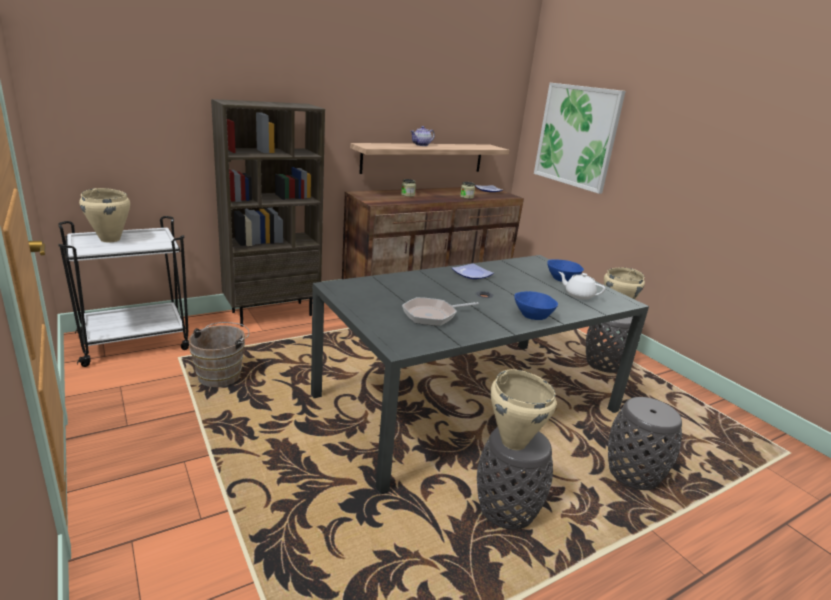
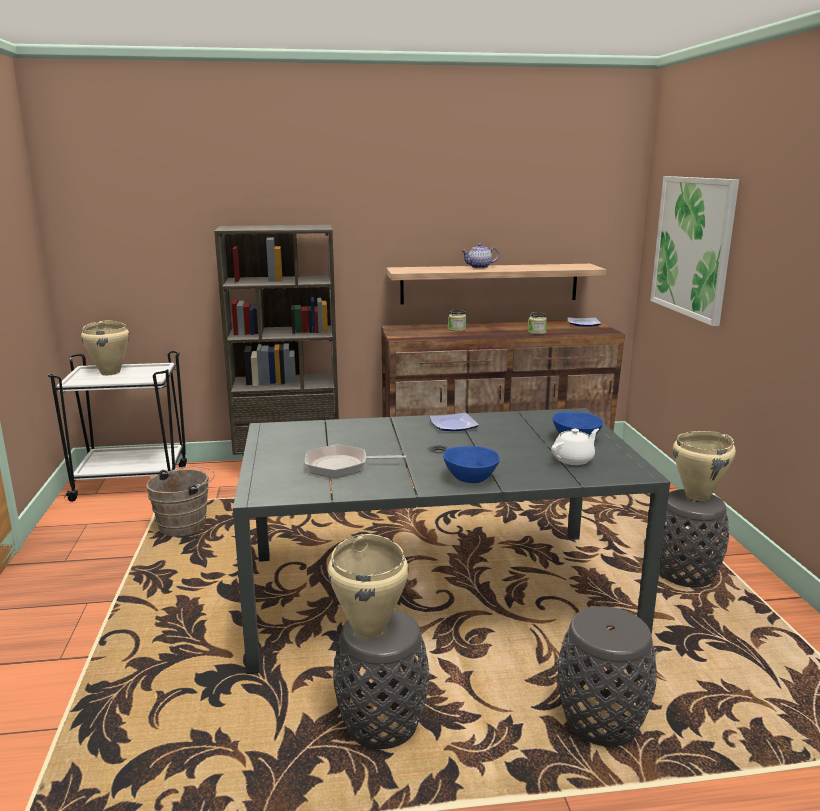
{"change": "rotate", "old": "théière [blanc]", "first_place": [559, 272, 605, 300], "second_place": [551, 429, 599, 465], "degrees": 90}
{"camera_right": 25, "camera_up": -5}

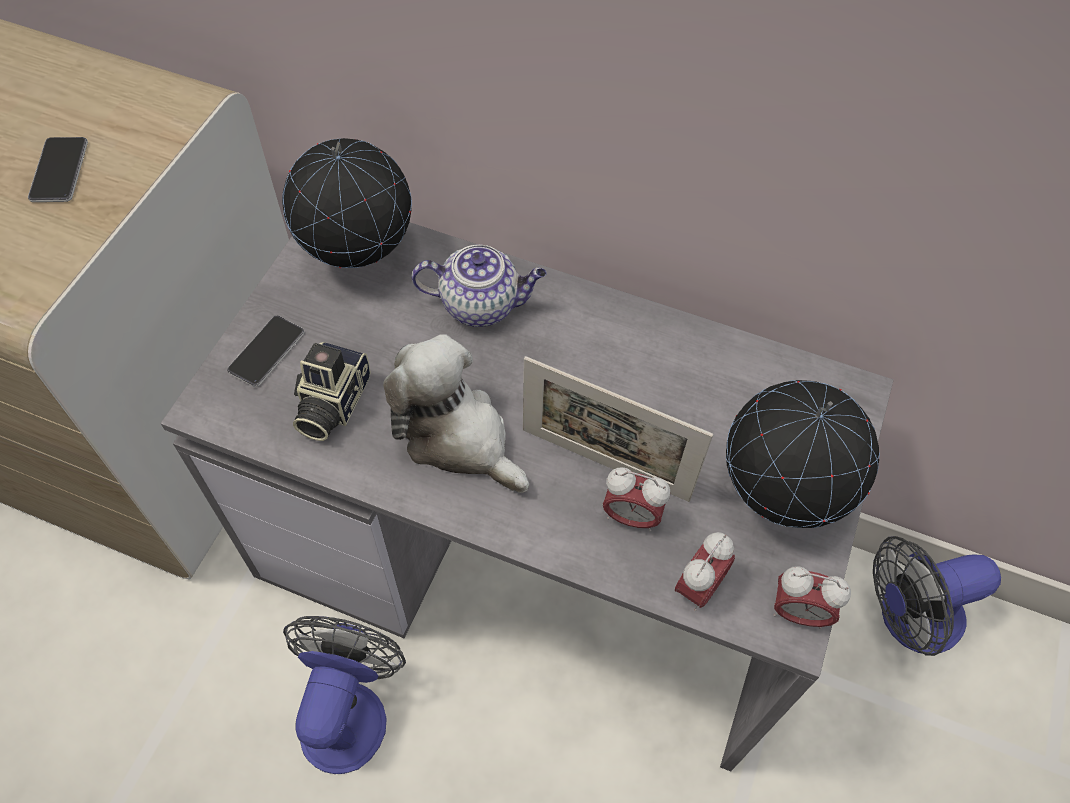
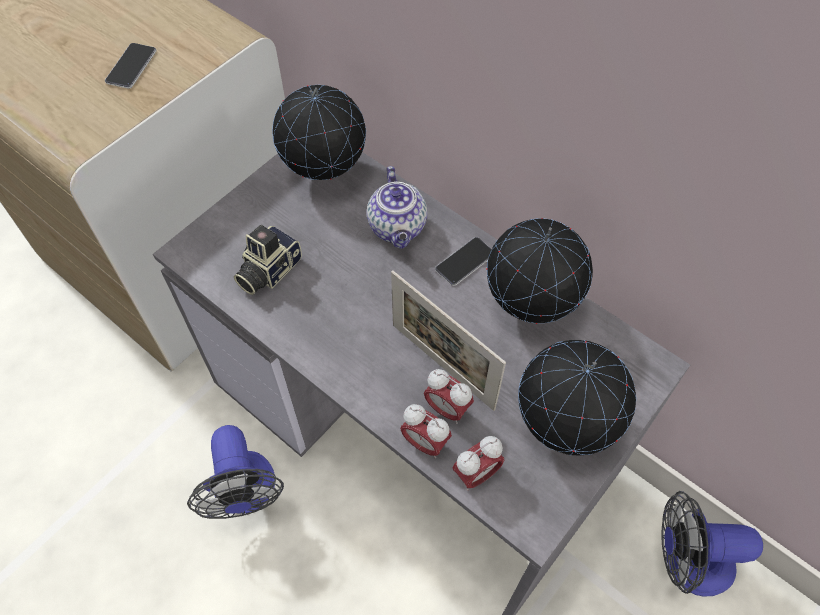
{"change": "rotate", "old": "théière", "first_place": [412, 245, 546, 327], "second_place": [367, 166, 427, 249], "degrees": 60}
{"change": "move", "old": "téléphone", "first_place": [227, 315, 305, 387], "second_place": [435, 237, 492, 286]}
{"change": "delete", "old": "peluche", "first_place": [383, 334, 529, 493]}
{"change": "move", "old": "réveil", "first_place": [773, 566, 851, 629], "second_place": [400, 404, 452, 459]}
{"change": "rotate", "old": "ventilateur", "first_place": [283, 616, 406, 774], "second_place": [187, 425, 284, 519], "degrees": 135}
{"change": "insert", "new": "globe", "second_place": [486, 218, 593, 324]}
{"camera_right": 20, "camera_up": 0}

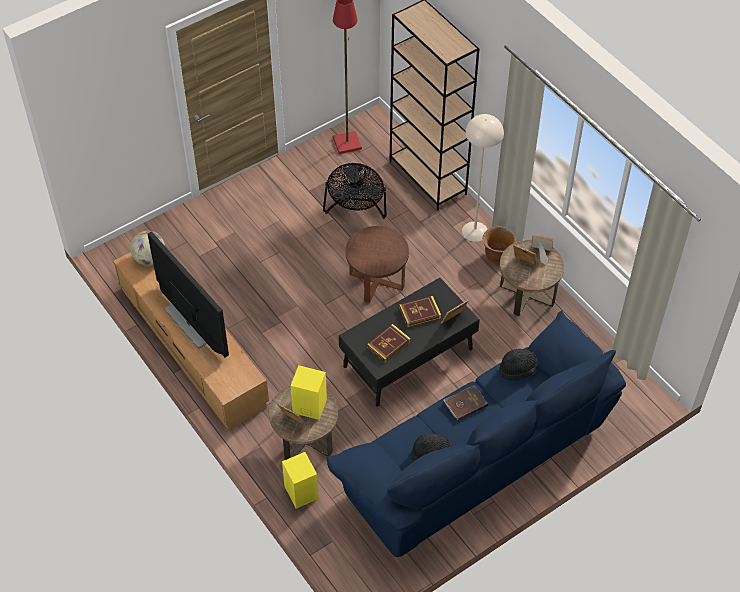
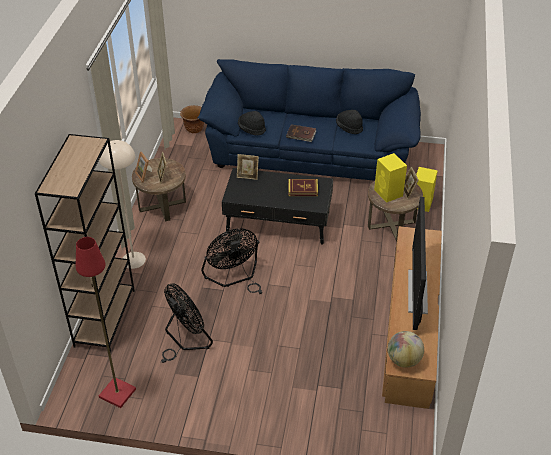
{"change": "replace", "old": "table d'appoint [marron]", "new": "ventilateur [noir]", "first_place": [345, 226, 409, 303], "second_place": [201, 228, 262, 294]}
{"change": "move", "old": "cache-pot [marron]", "first_place": [482, 226, 516, 264], "second_place": [180, 105, 204, 133]}
{"change": "delete", "old": "livre", "first_place": [399, 296, 441, 327]}
{"camera_right": -135, "camera_up": -10}

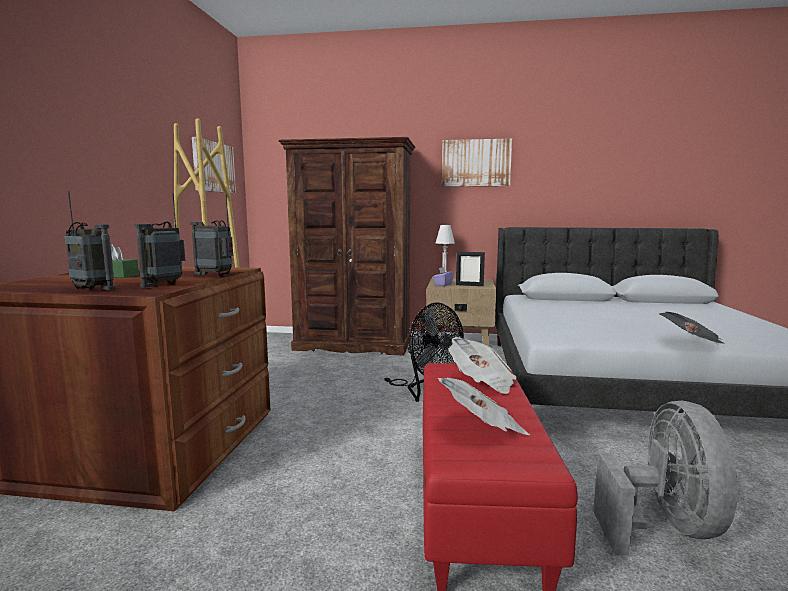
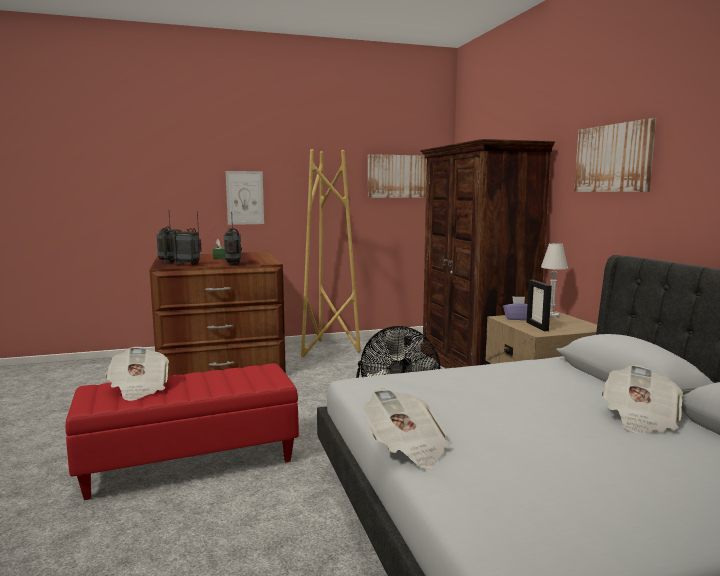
{"change": "move", "old": "journal", "first_place": [448, 337, 517, 394], "second_place": [602, 365, 683, 433]}
{"change": "delete", "old": "ventilateur [gris]", "first_place": [593, 401, 738, 556]}
{"change": "insert", "new": "tableau", "second_place": [226, 171, 264, 225]}
{"camera_right": 65, "camera_up": 0}

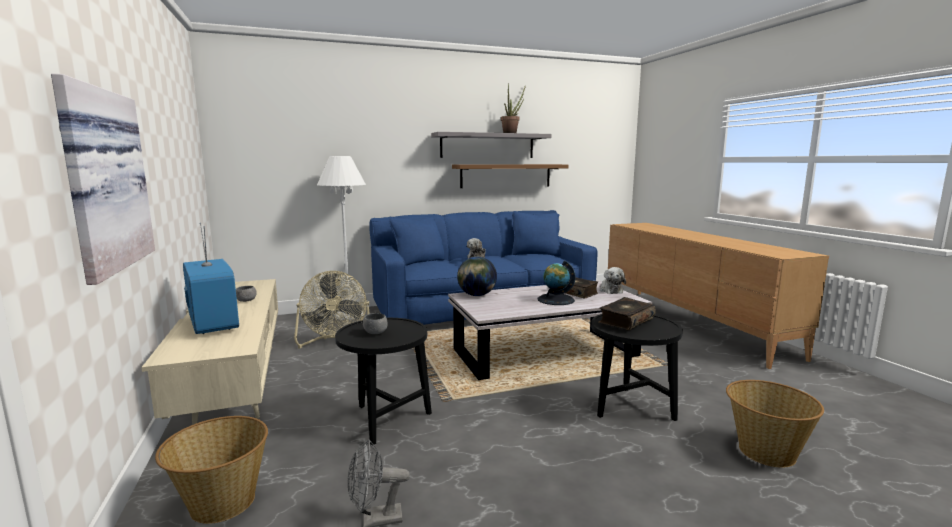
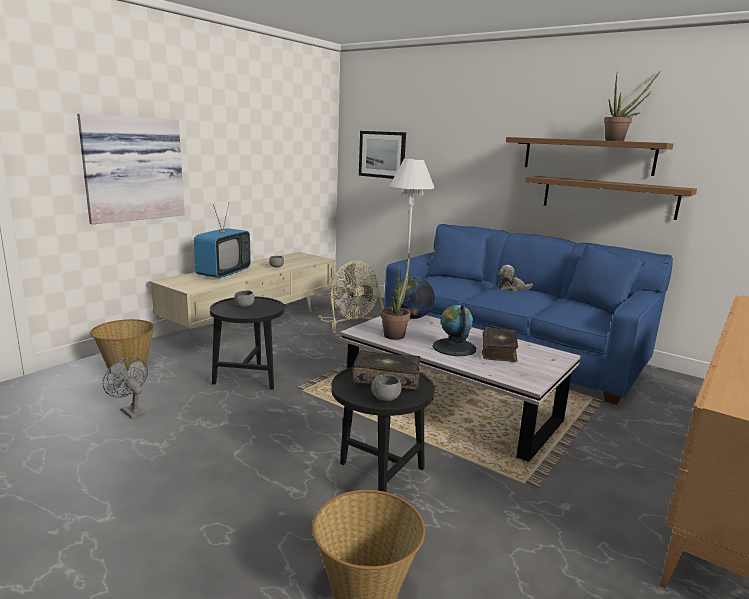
{"change": "recolor", "old": "étagère [gris]", "new": "étagère [marron]", "first_place": [431, 132, 552, 158], "second_place": [506, 137, 674, 176]}
{"change": "delete", "old": "peluche", "first_place": [600, 267, 626, 294]}
{"change": "rotate", "old": "ventilateur [beige]", "first_place": [294, 271, 370, 349], "second_place": [318, 261, 384, 333], "degrees": -90}
{"change": "insert", "new": "tableau", "second_place": [359, 131, 406, 179]}
{"change": "insert", "new": "plante en pot", "second_place": [381, 255, 411, 340]}
{"change": "insert", "new": "bol [gris]", "second_place": [371, 374, 402, 401]}
{"camera_right": 55, "camera_up": 5}

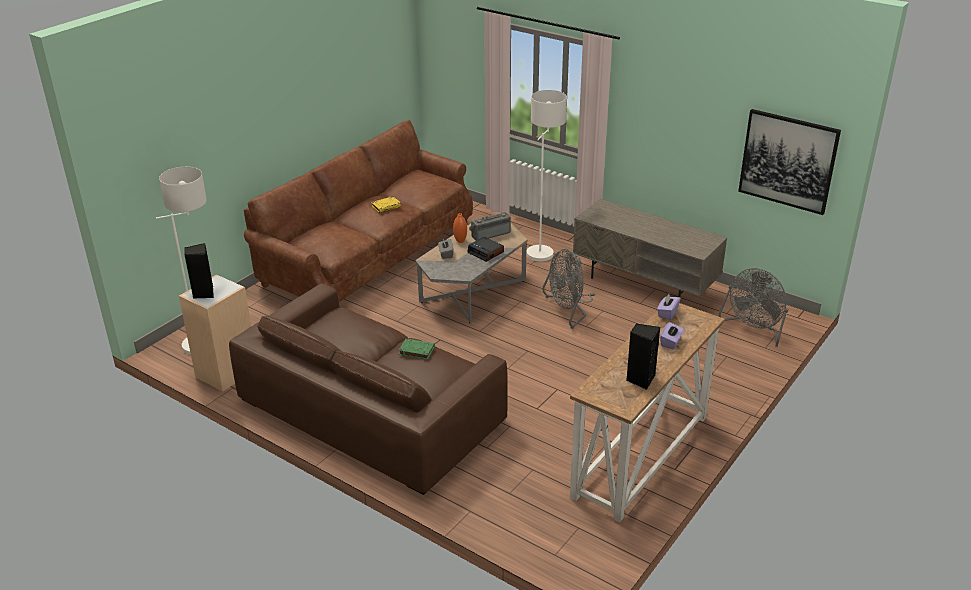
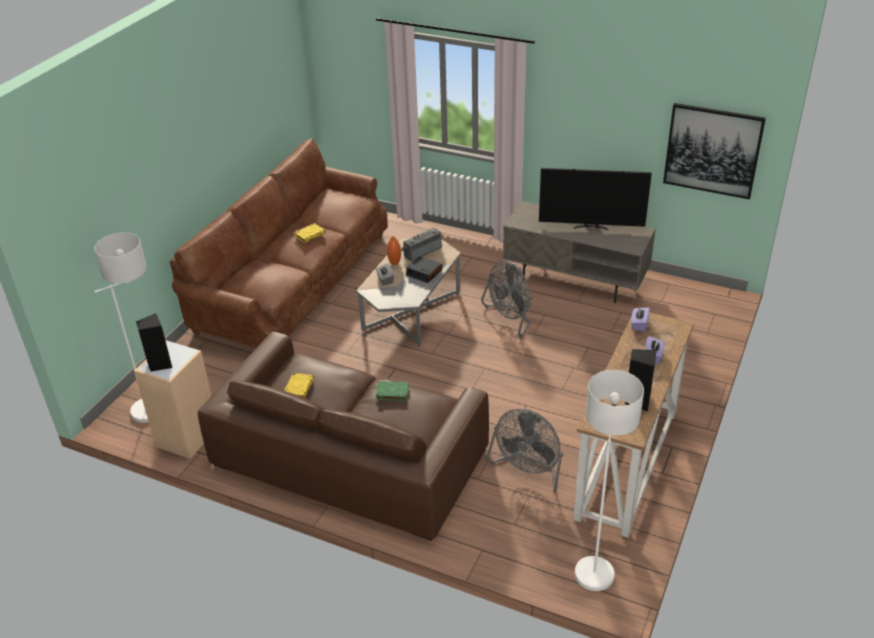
{"change": "move", "old": "lampadaire [blanc]", "first_place": [526, 90, 567, 261], "second_place": [575, 370, 644, 591]}
{"change": "move", "old": "ventilateur [gris]", "first_place": [719, 268, 789, 347], "second_place": [487, 409, 563, 493]}
{"change": "insert", "new": "téléviseur", "second_place": [539, 168, 652, 230]}
{"change": "insert", "new": "livre [jaune]", "second_place": [284, 373, 314, 398]}
{"camera_right": -10, "camera_up": 5}

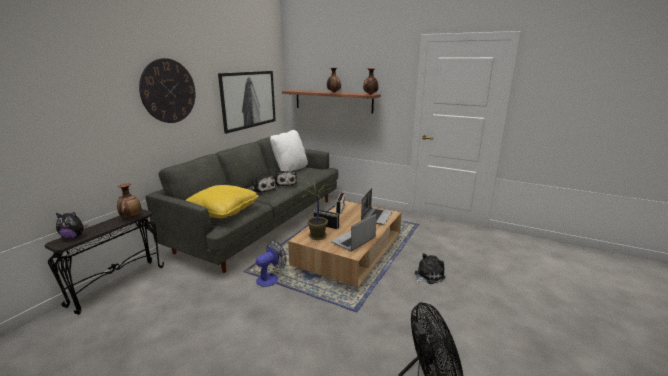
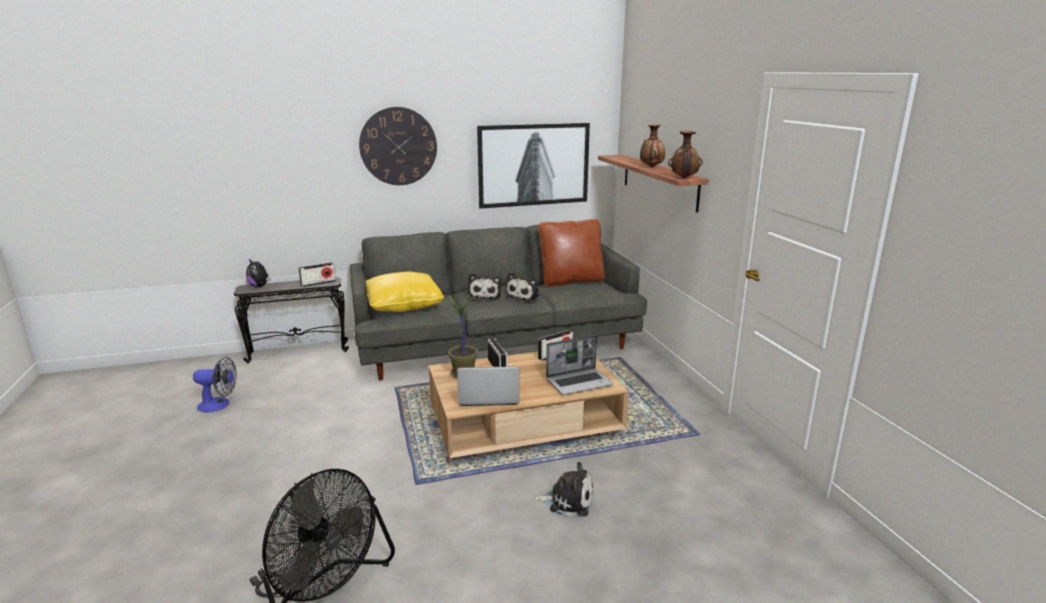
{"change": "recolor", "old": "coussin [blanc]", "new": "coussin [marron]", "first_place": [270, 130, 308, 172], "second_place": [538, 219, 605, 286]}
{"change": "replace", "old": "vase", "new": "radio", "first_place": [117, 184, 141, 218], "second_place": [299, 262, 336, 287]}
{"change": "move", "old": "ventilateur", "first_place": [256, 240, 286, 287], "second_place": [193, 357, 237, 413]}
{"camera_right": 45, "camera_up": 0}

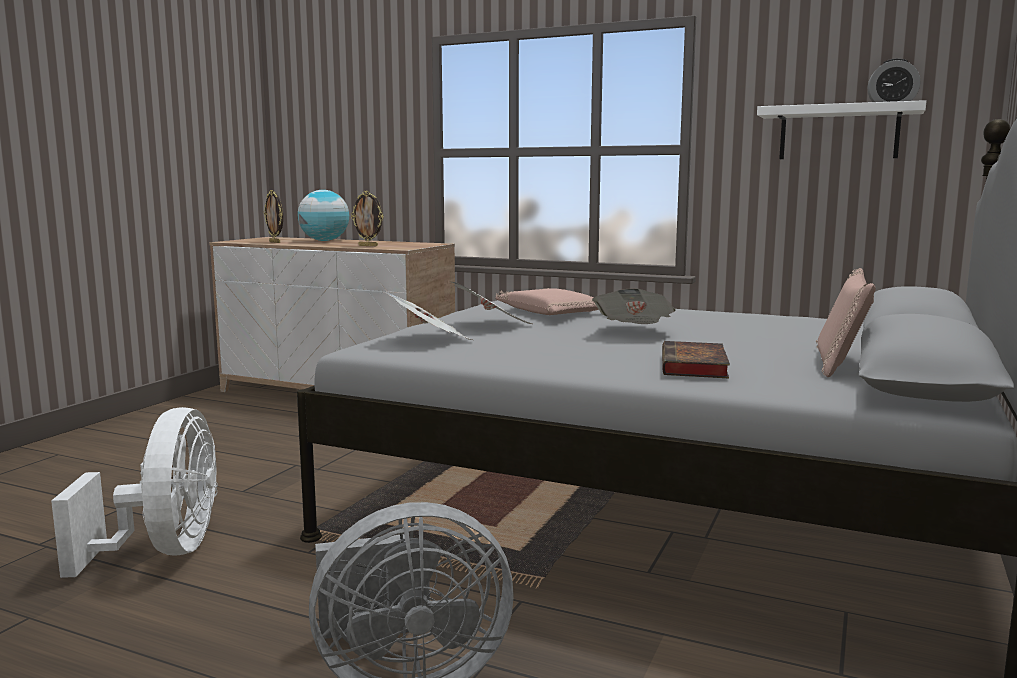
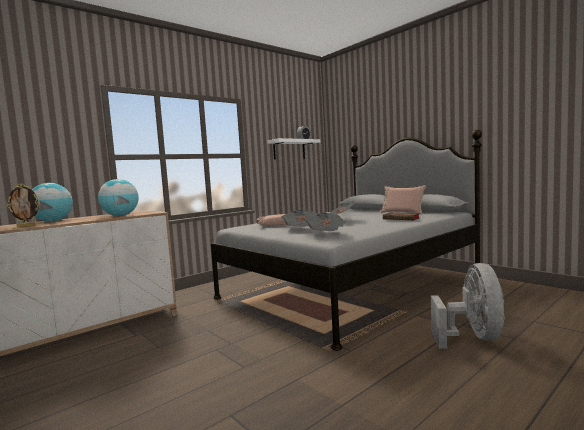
{"change": "replace", "old": "cadre photo", "new": "globe", "first_place": [351, 191, 384, 246], "second_place": [98, 179, 139, 216]}
{"change": "delete", "old": "ventilateur [blanc]", "first_place": [51, 407, 218, 578]}
{"camera_right": -65, "camera_up": -5}

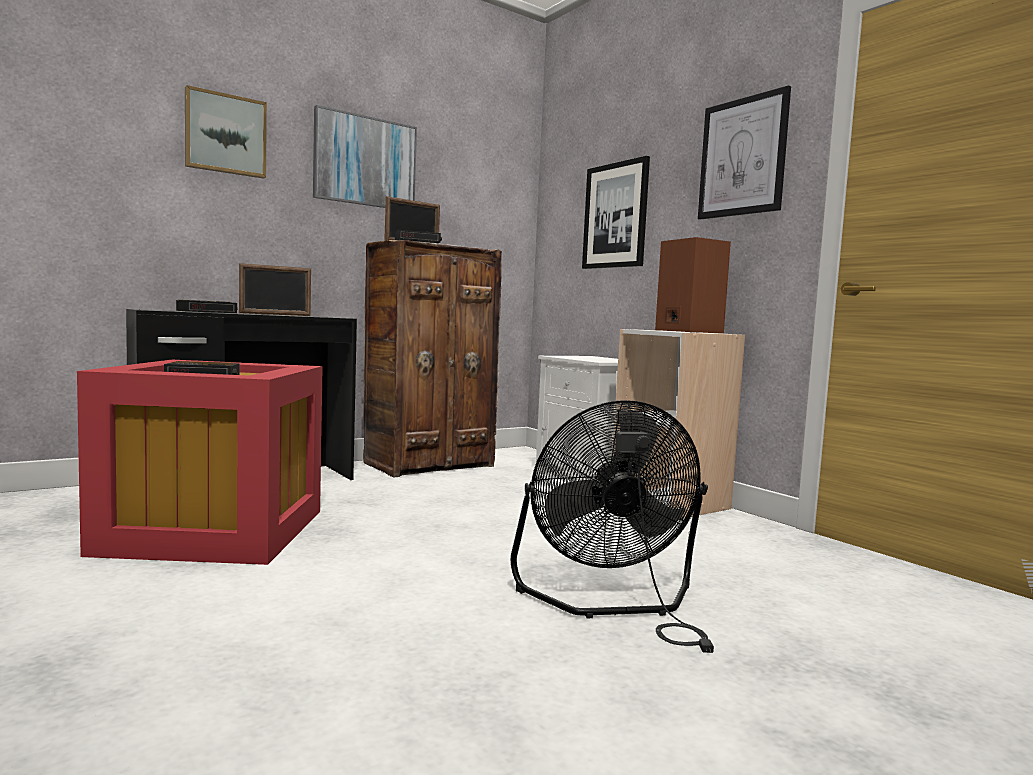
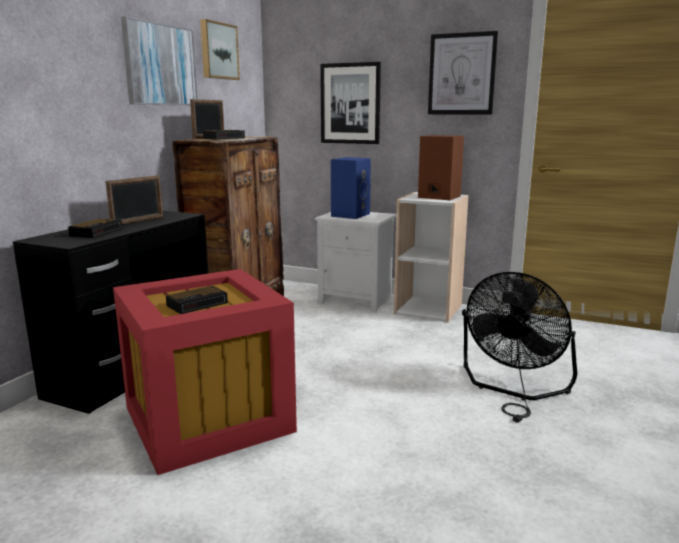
{"change": "move", "old": "tableau", "first_place": [185, 85, 267, 179], "second_place": [200, 19, 240, 80]}
{"change": "rotate", "old": "ventilateur [noir]", "first_place": [511, 400, 714, 653], "second_place": [462, 272, 577, 423], "degrees": 75}
{"change": "insert", "new": "enceinte [bleu]", "second_place": [331, 157, 371, 219]}
{"camera_right": -30, "camera_up": 10}

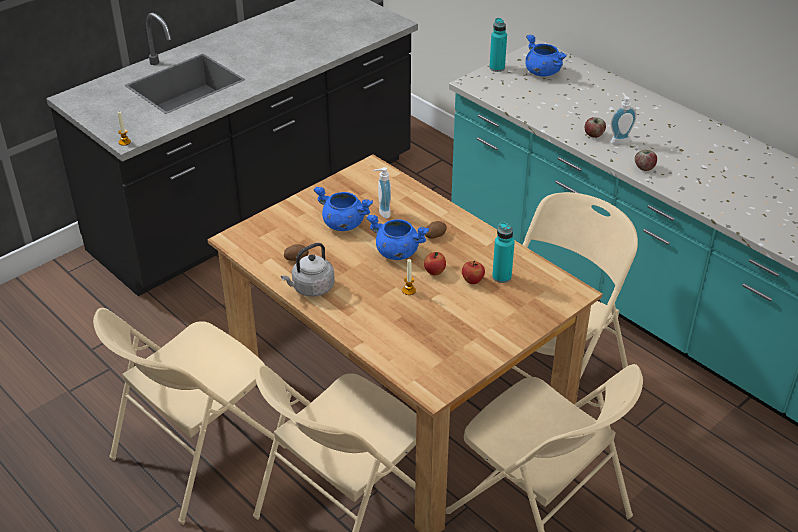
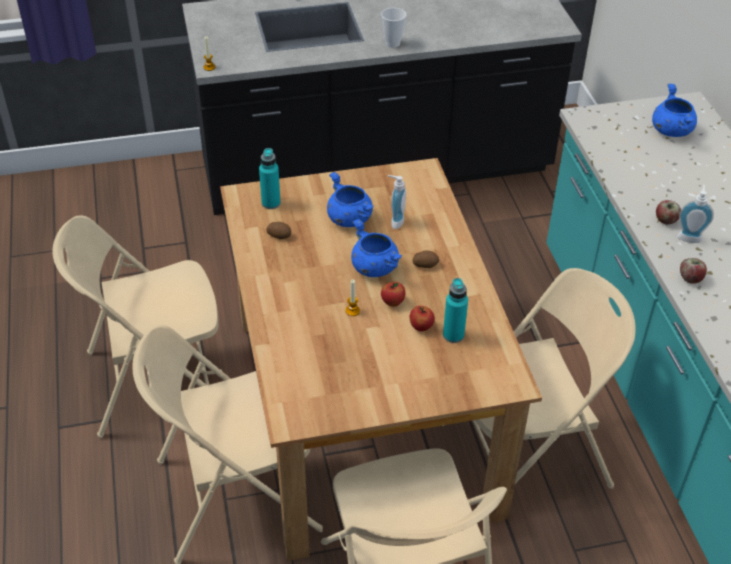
{"change": "move", "old": "bouteille [turquoise]", "first_place": [489, 18, 507, 72], "second_place": [259, 148, 281, 209]}
{"change": "delete", "old": "bouilloire [gris]", "first_place": [281, 243, 335, 297]}
{"change": "insert", "new": "tasse", "second_place": [381, 8, 406, 48]}
{"camera_right": 30, "camera_up": 5}

